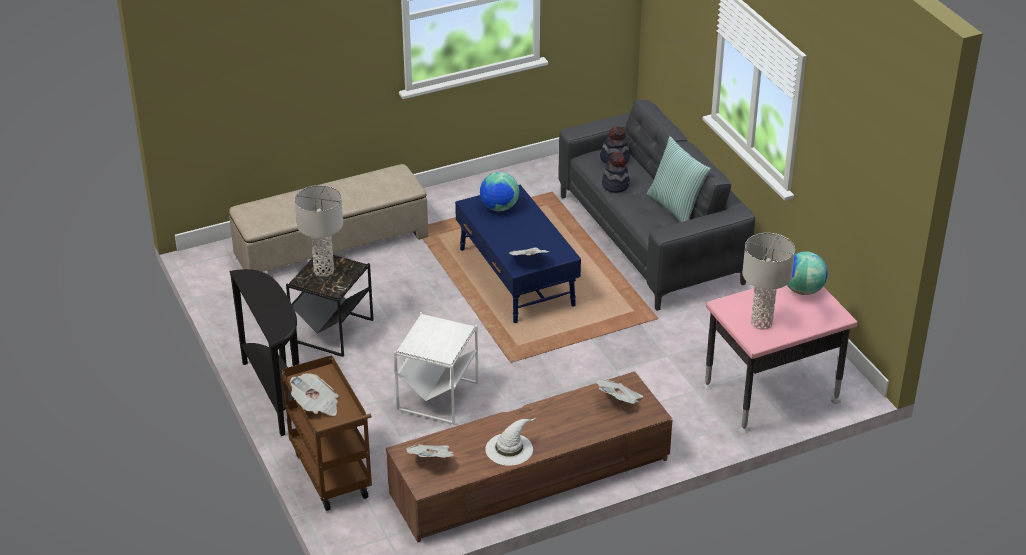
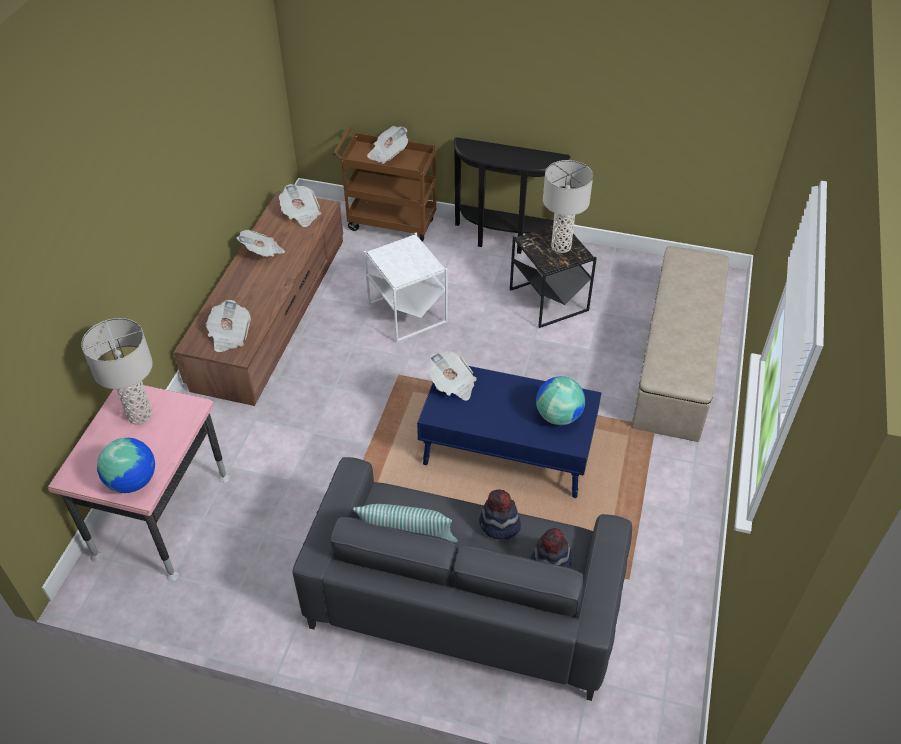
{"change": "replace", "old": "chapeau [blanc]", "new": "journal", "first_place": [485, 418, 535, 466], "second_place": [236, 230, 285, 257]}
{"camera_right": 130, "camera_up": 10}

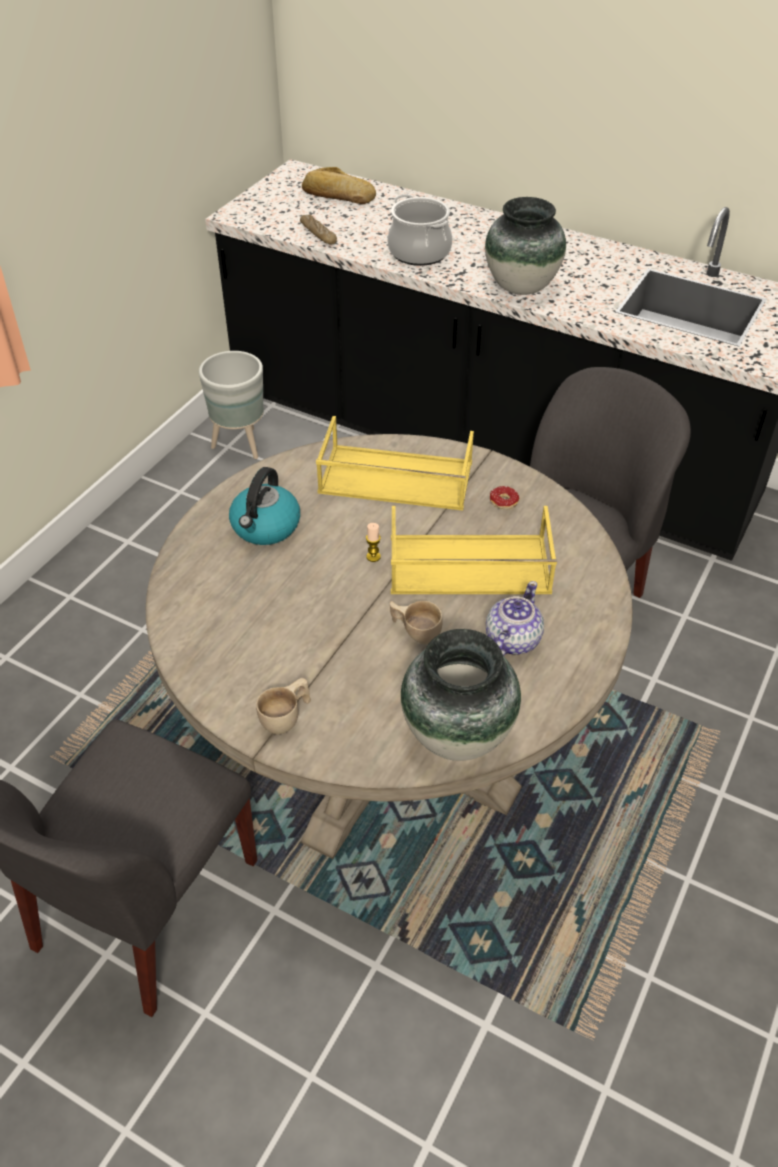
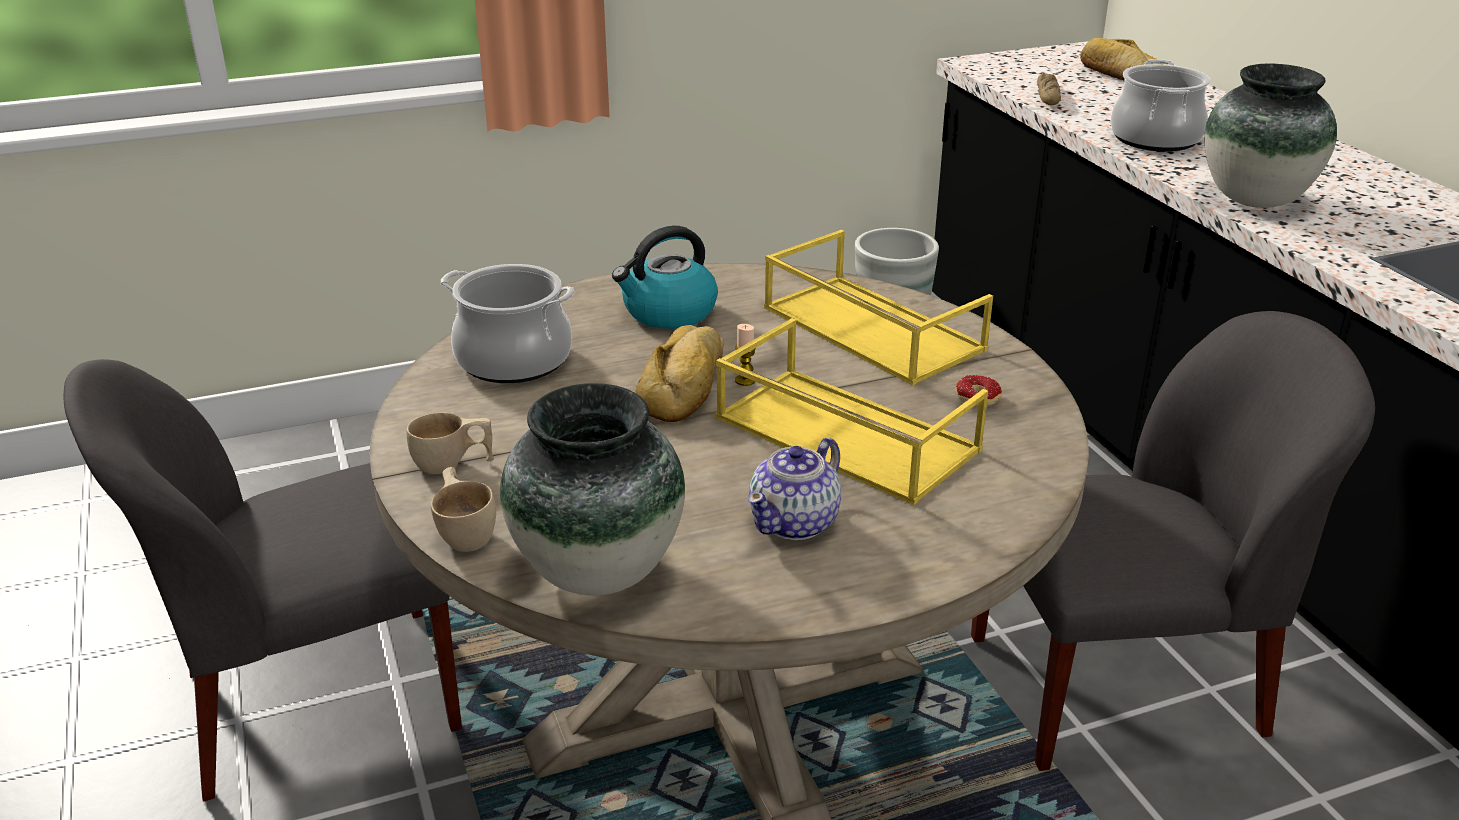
{"change": "rotate", "old": "théière", "first_place": [486, 581, 544, 656], "second_place": [748, 437, 841, 540], "degrees": 150}
{"change": "move", "old": "tasse [beige]", "first_place": [390, 601, 443, 644], "second_place": [431, 467, 496, 552]}
{"change": "insert", "new": "marmite", "second_place": [441, 264, 574, 383]}
{"change": "insert", "new": "pain", "second_place": [635, 325, 724, 422]}
{"camera_right": 40, "camera_up": -15}

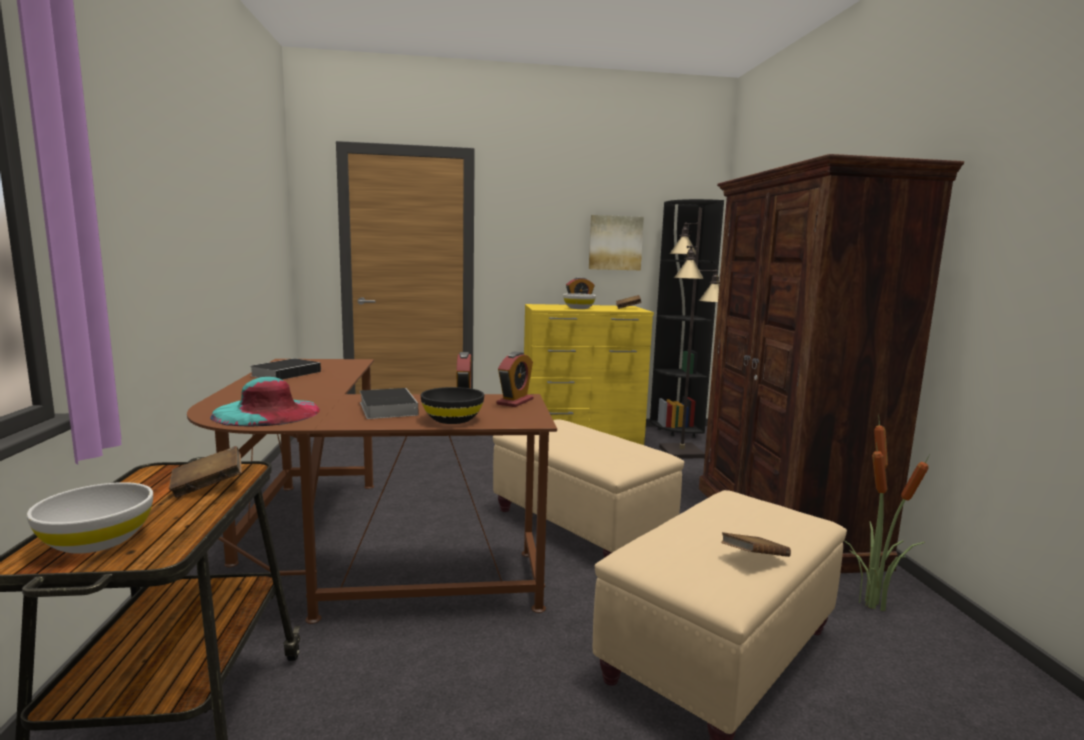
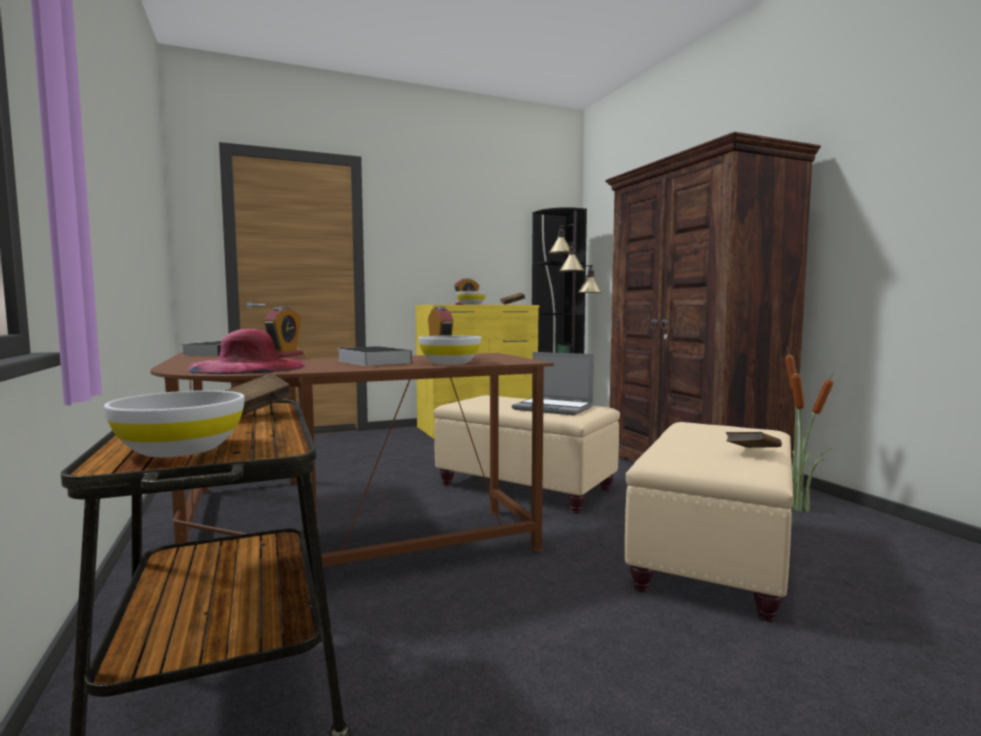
{"change": "delete", "old": "tableau", "first_place": [589, 215, 644, 270]}
{"change": "move", "old": "réveil", "first_place": [496, 352, 533, 407], "second_place": [263, 306, 303, 357]}
{"change": "recolor", "old": "chapeau [turquoise]", "new": "chapeau [rose]", "first_place": [210, 377, 320, 426], "second_place": [188, 329, 306, 374]}
{"change": "recolor", "old": "bol [noir]", "new": "bol [blanc]", "first_place": [421, 387, 484, 424], "second_place": [418, 336, 481, 365]}
{"change": "insert", "new": "ordinateur portable", "second_place": [512, 352, 594, 416]}
{"camera_right": -15, "camera_up": -5}

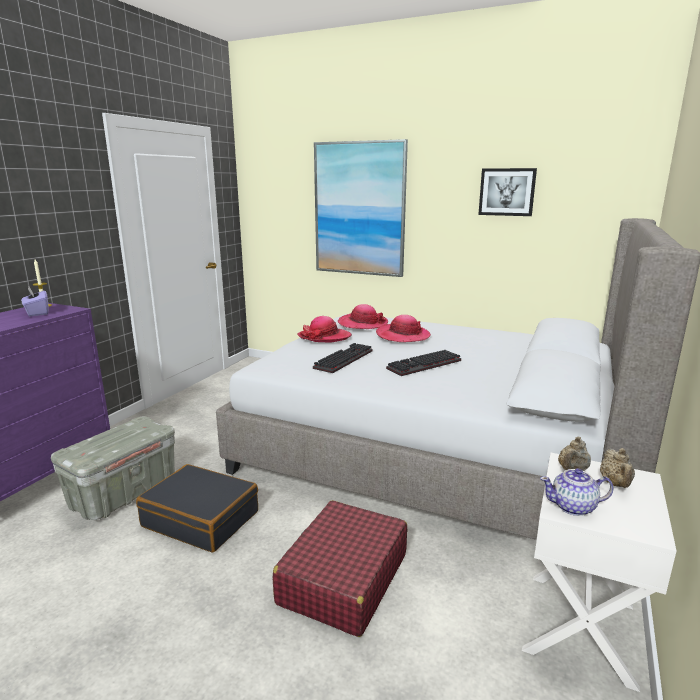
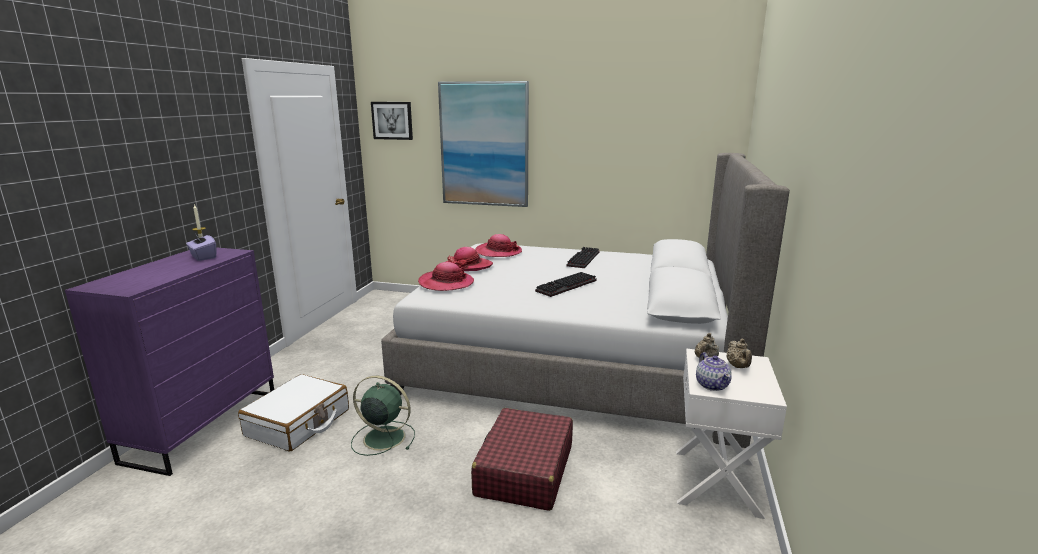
{"change": "move", "old": "tableau", "first_place": [478, 168, 537, 216], "second_place": [371, 102, 413, 140]}
{"change": "move", "old": "chapeau", "first_place": [376, 315, 431, 342], "second_place": [418, 262, 474, 291]}
{"change": "move", "old": "clavier", "first_place": [313, 343, 373, 373], "second_place": [566, 247, 599, 268]}
{"change": "replace", "old": "boîte de rangement [gris]", "new": "valise [blanc]", "first_place": [51, 416, 175, 520], "second_place": [238, 374, 349, 452]}
{"change": "replace", "old": "valise [noir]", "new": "ventilateur [vert]", "first_place": [136, 464, 258, 552], "second_place": [351, 376, 415, 456]}
{"change": "rotate", "old": "théière", "first_place": [540, 468, 614, 516], "second_place": [696, 352, 732, 391], "degrees": -90}
{"camera_right": -10, "camera_up": 0}

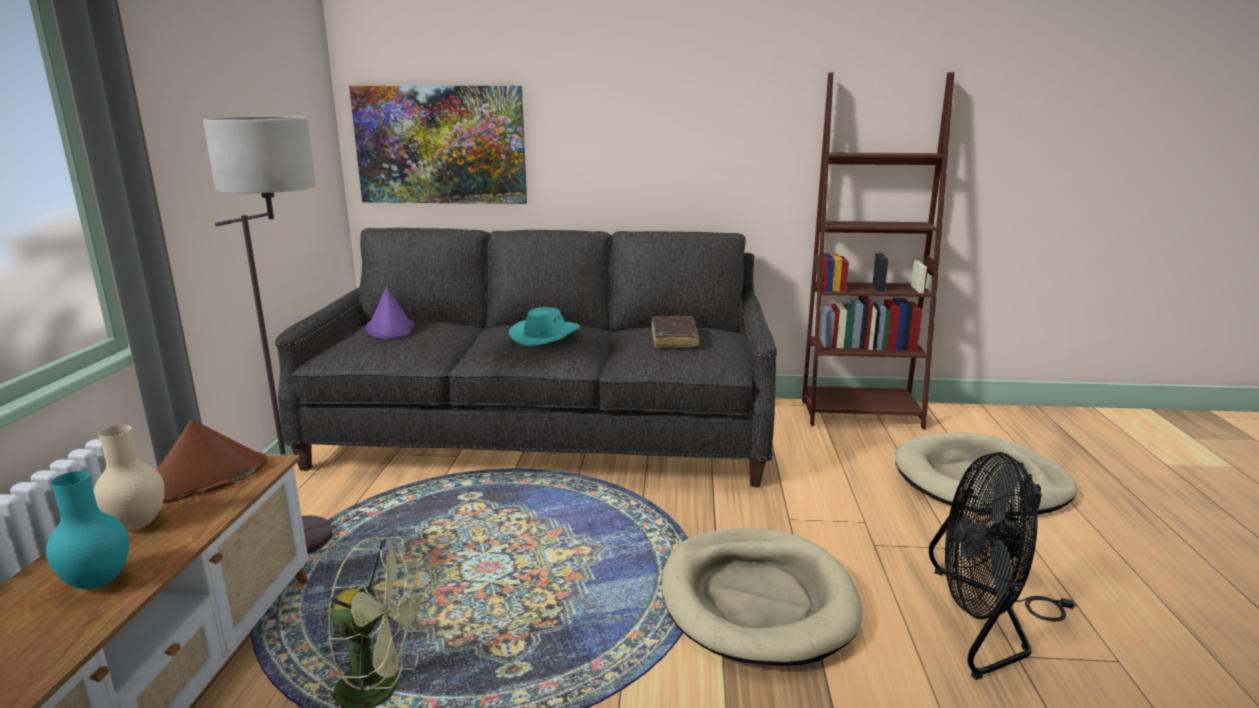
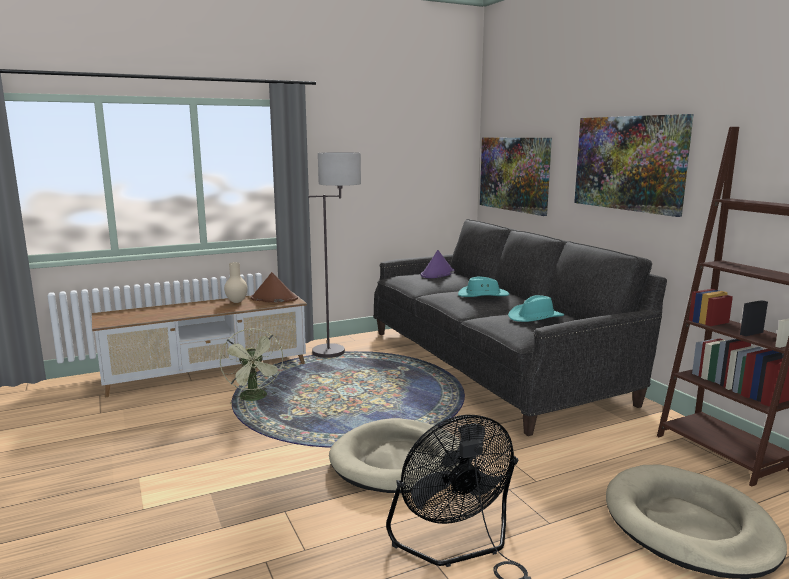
{"change": "replace", "old": "livre [marron]", "new": "chapeau [turquoise]", "first_place": [652, 316, 700, 348], "second_place": [508, 295, 564, 322]}
{"change": "delete", "old": "vase [turquoise]", "first_place": [46, 471, 129, 590]}
{"change": "insert", "new": "tableau", "second_place": [574, 114, 694, 217]}
{"camera_right": 60, "camera_up": -5}

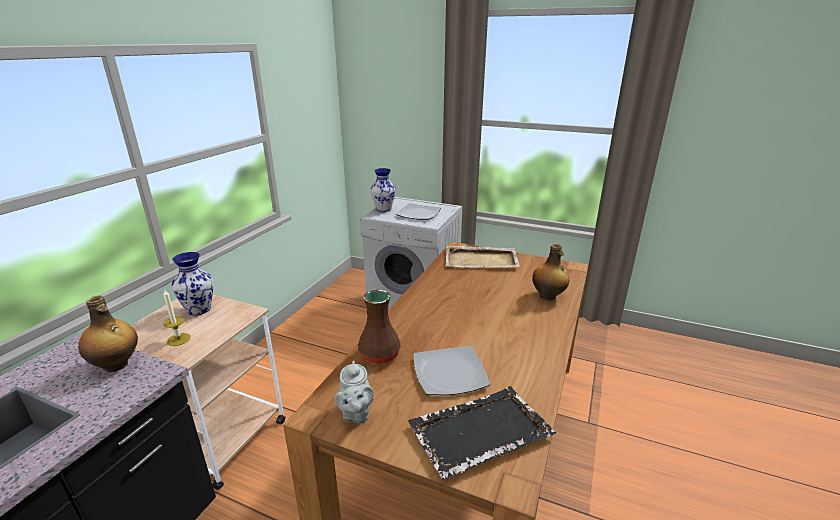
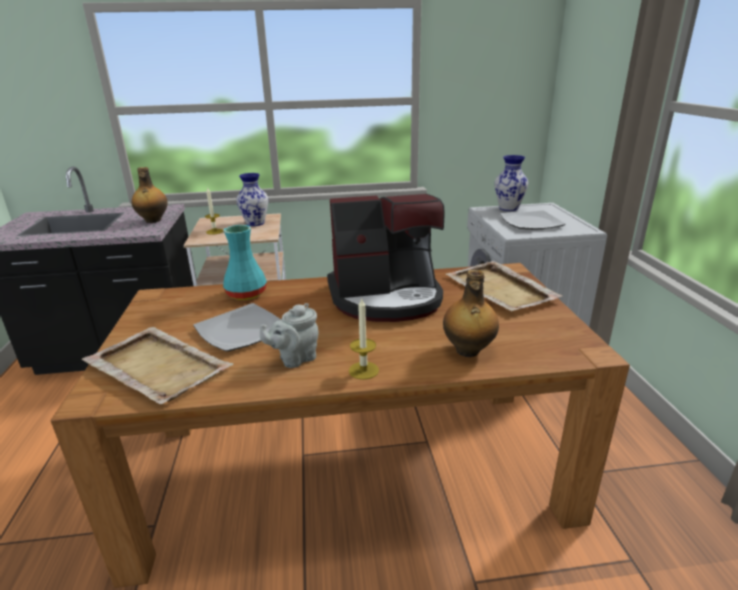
{"change": "recolor", "old": "vase [marron]", "new": "vase [turquoise]", "first_place": [358, 290, 401, 364], "second_place": [223, 225, 267, 300]}
{"change": "move", "old": "théière [gris]", "first_place": [335, 361, 374, 423], "second_place": [260, 303, 319, 368]}
{"change": "recolor", "old": "plateau [noir]", "new": "plateau [beige]", "first_place": [408, 386, 556, 480], "second_place": [81, 327, 233, 404]}
{"change": "insert", "new": "machine à café", "second_place": [327, 194, 445, 322]}
{"change": "insert", "new": "bougie", "second_place": [349, 297, 379, 380]}
{"camera_right": 60, "camera_up": 0}

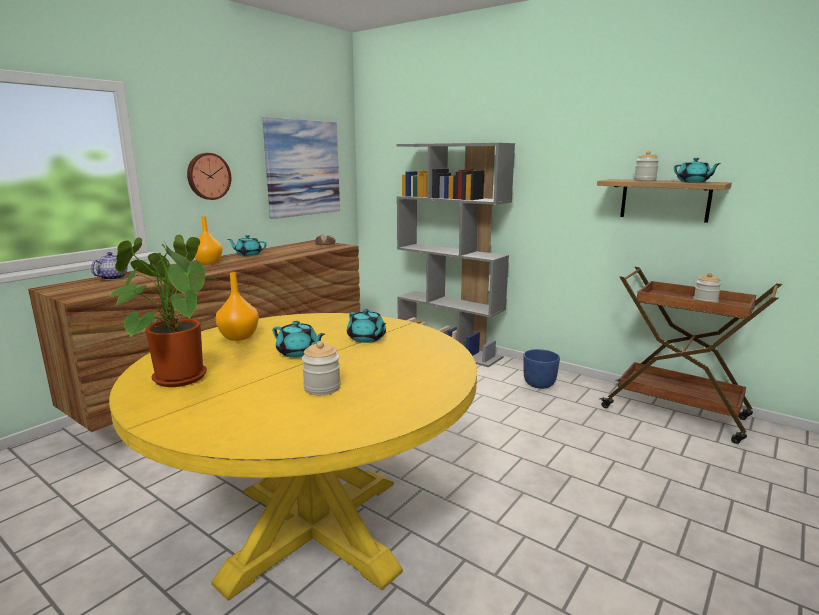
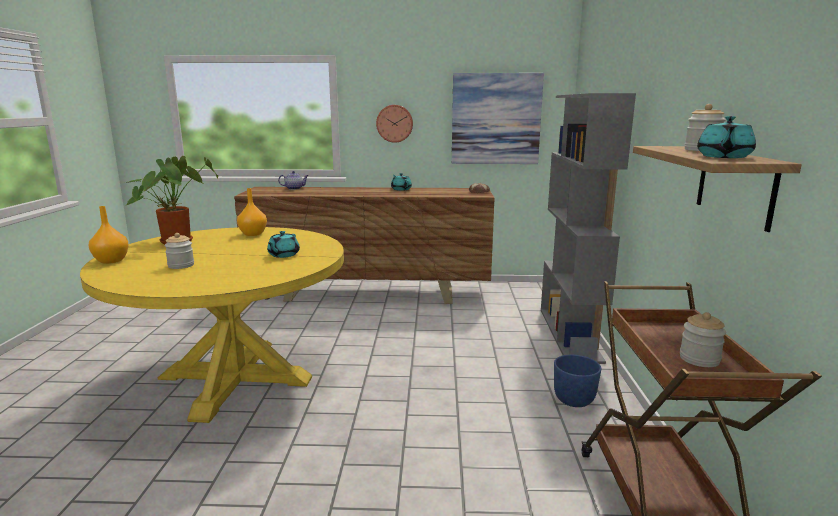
{"change": "move", "old": "vase [orange]", "first_place": [195, 216, 223, 265], "second_place": [89, 206, 129, 264]}
{"change": "delete", "old": "théière [turquoise]", "first_place": [273, 321, 325, 358]}
{"camera_right": 55, "camera_up": 0}

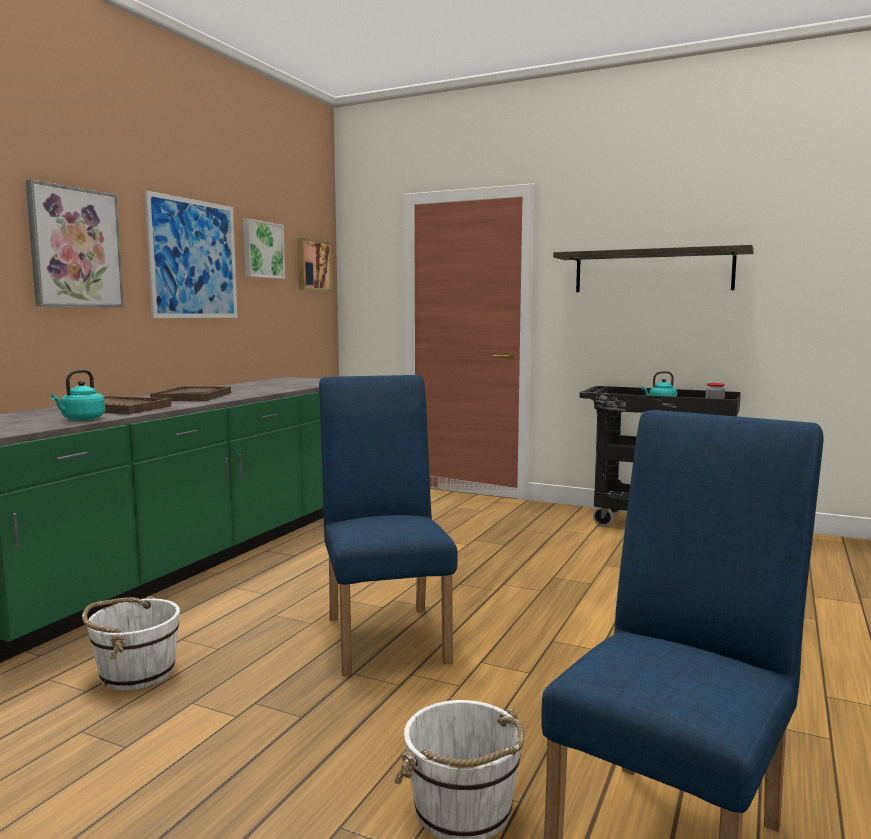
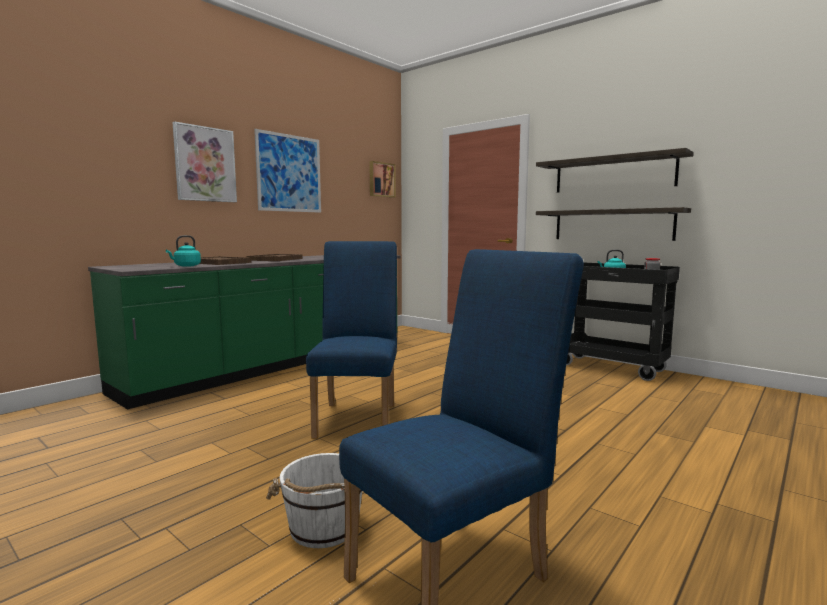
{"change": "delete", "old": "tableau", "first_place": [243, 219, 285, 279]}
{"change": "delete", "old": "seau [blanc]", "first_place": [82, 596, 180, 691]}
{"change": "insert", "new": "étagère", "second_place": [536, 207, 691, 241]}
{"camera_right": 15, "camera_up": 0}

